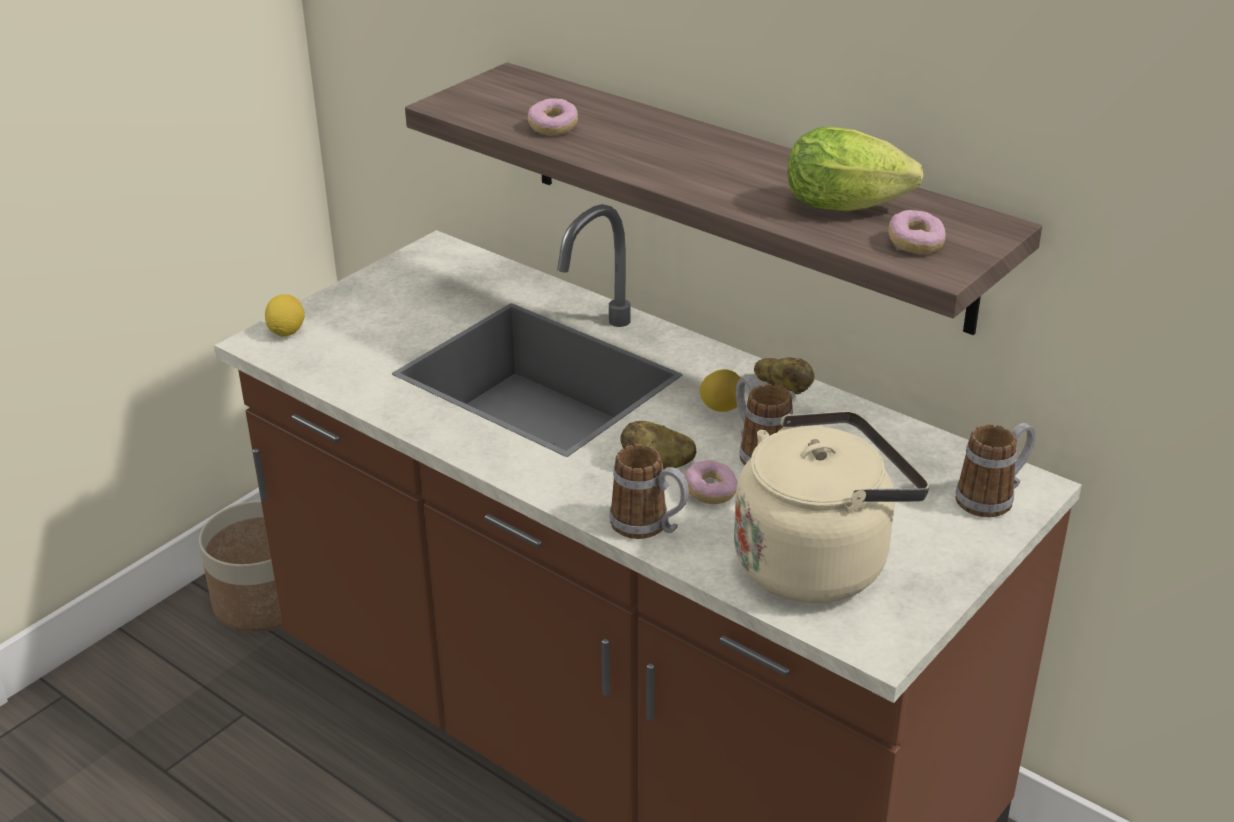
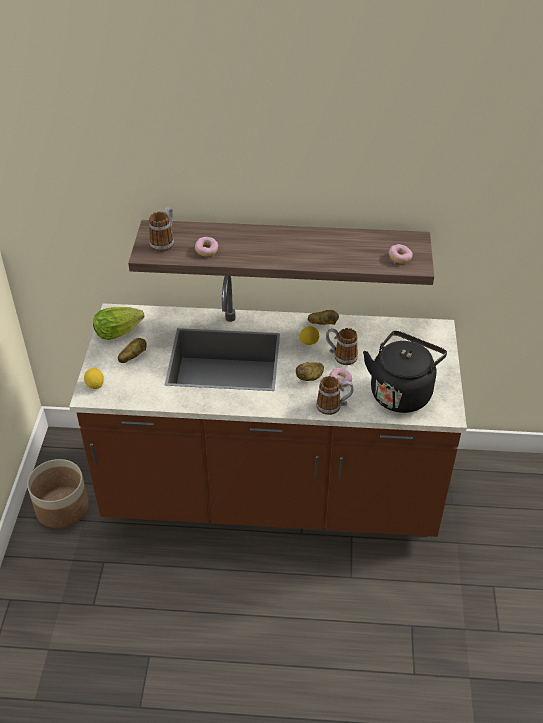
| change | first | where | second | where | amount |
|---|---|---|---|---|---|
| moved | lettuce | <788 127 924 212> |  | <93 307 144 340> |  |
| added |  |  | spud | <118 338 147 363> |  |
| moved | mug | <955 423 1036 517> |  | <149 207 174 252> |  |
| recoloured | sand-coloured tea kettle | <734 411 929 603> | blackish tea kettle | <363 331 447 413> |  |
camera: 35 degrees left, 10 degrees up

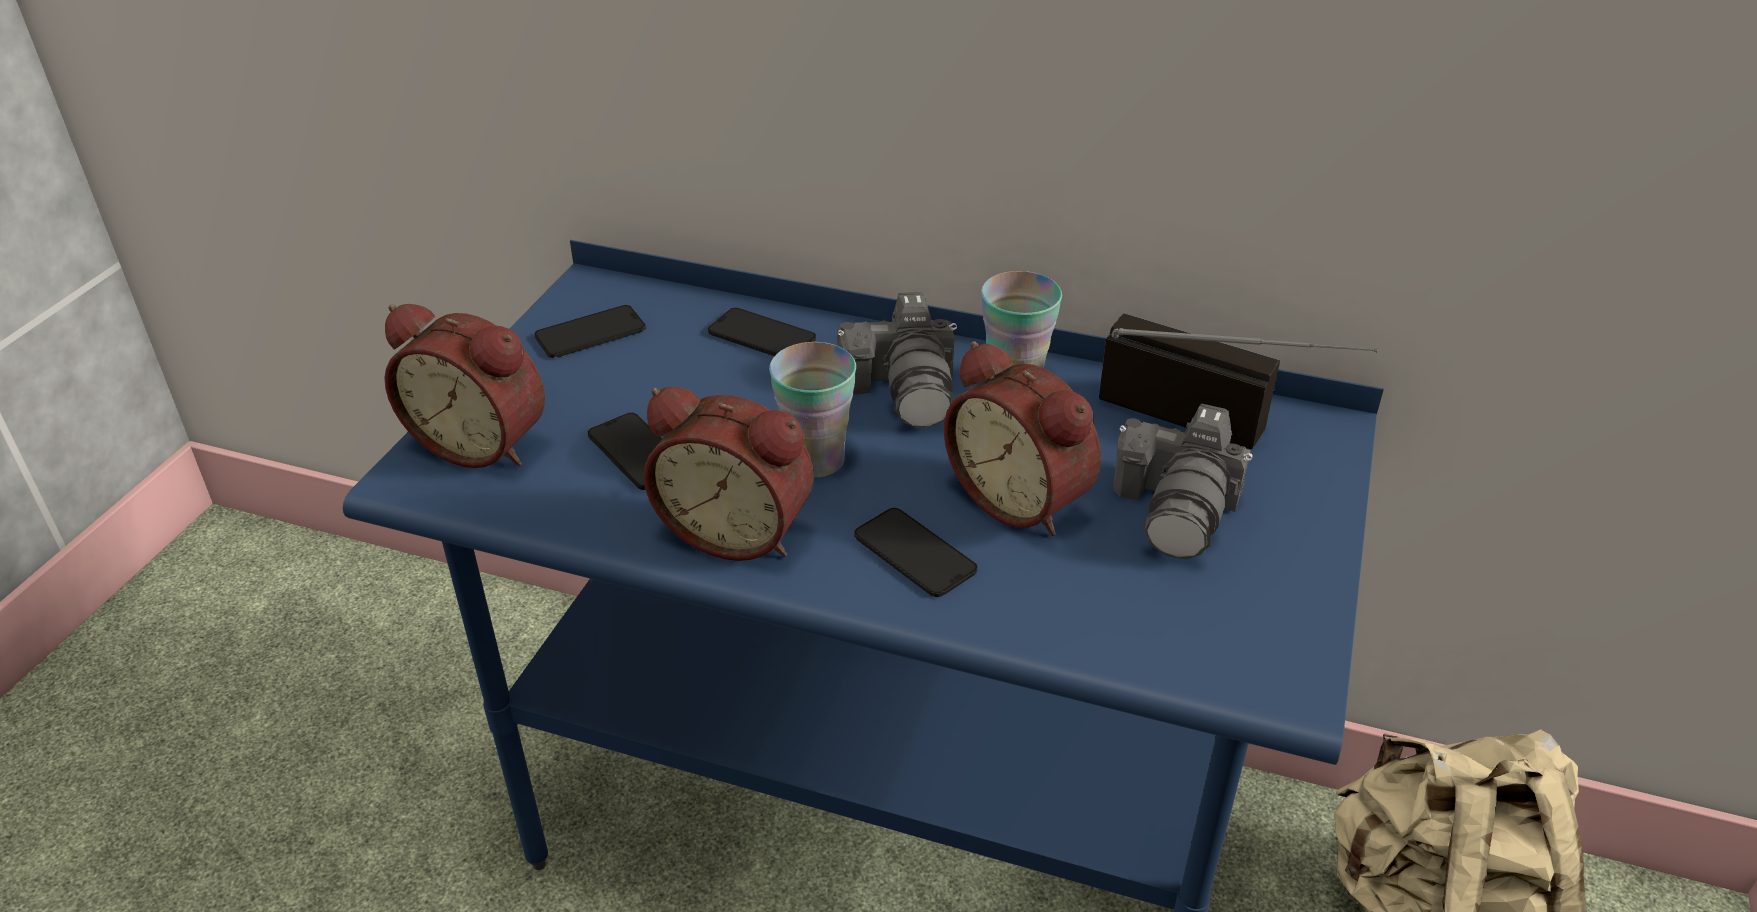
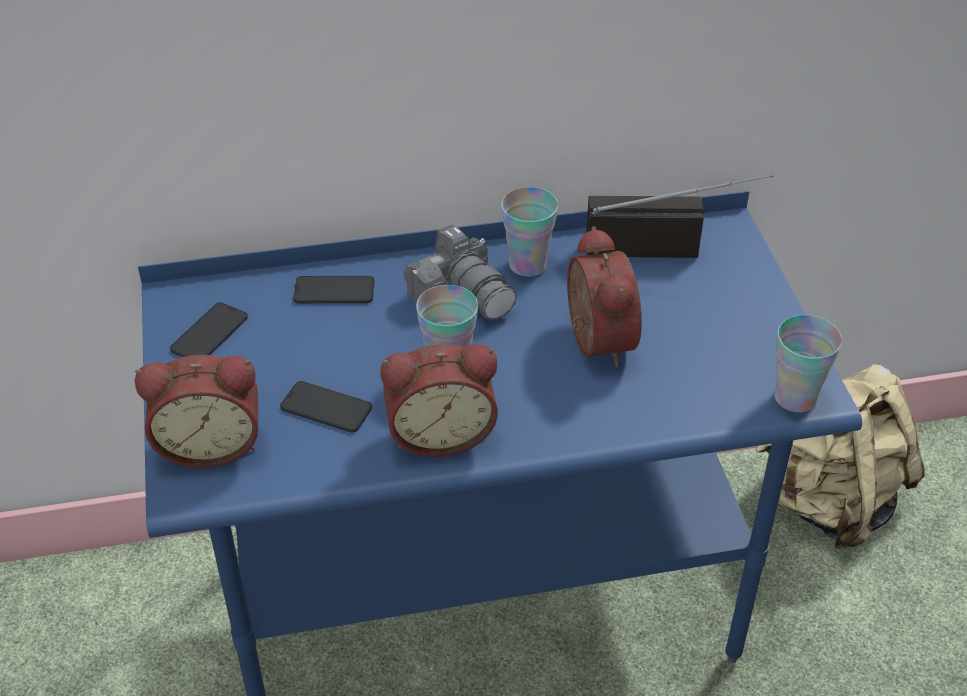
| change | first | where | second | where | amount |
|---|---|---|---|---|---|
| turned | bedside clock | <944 341 1101 536> |  | <567 226 642 367> | 120 degrees counterclockwise |
| added |  |  | cup | <774 315 842 412> |  |
| removed | handset | <854 508 977 597> |  |  |  |
| removed | photo camera | <1114 404 1253 559> |  |  |  |
camera: 30 degrees left, 5 degrees up

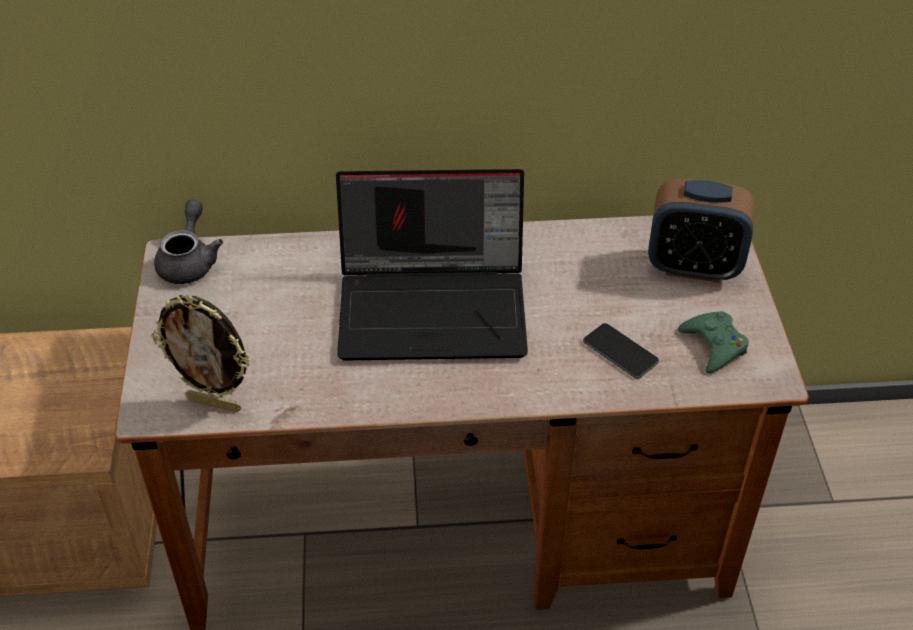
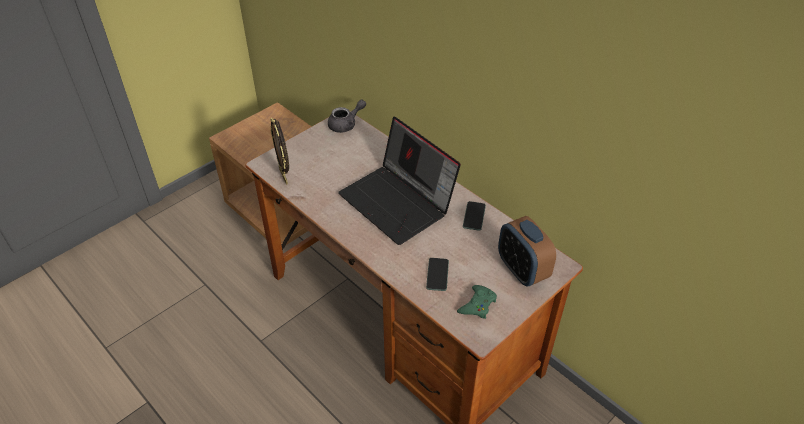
| change | first | where | second | where | amount |
|---|---|---|---|---|---|
| added |  |  | handset | <463 201 486 231> |  |
camera: 50 degrees right, 0 degrees up

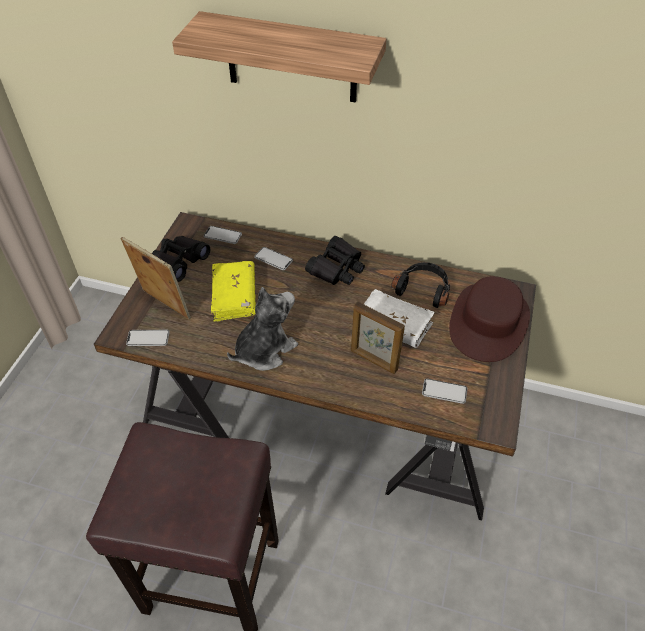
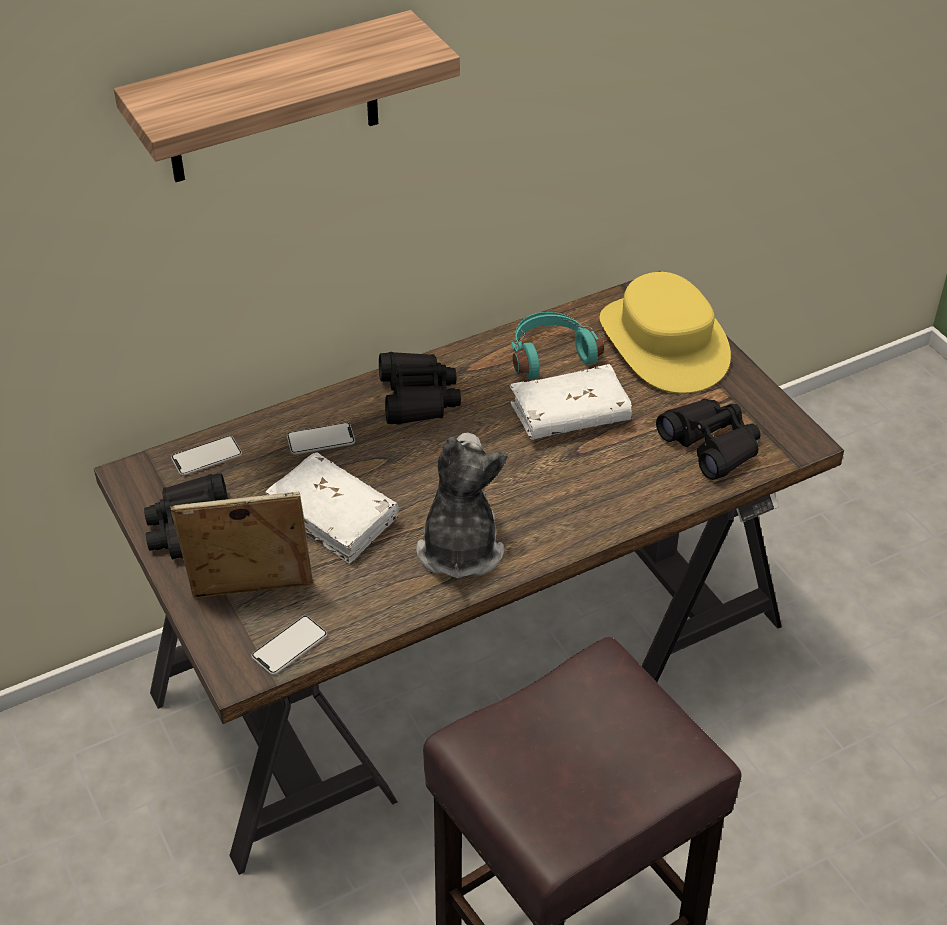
| change | first | where | second | where | amount |
|---|---|---|---|---|---|
| recoloured | yellowish volume | <211 261 256 322> | white volume | <265 452 399 564> |  |
| recoloured | blackish pair of headphones | <391 262 450 308> | turquoise-coloured pair of headphones | <511 312 604 379> |  |
| recoloured | brown wearable hat | <449 276 530 362> | yellowish wearable hat | <600 272 731 394> |  |
| replaced | handset | <422 379 467 404> | blackish binoculars | <656 399 760 480> |  |
| removed | standing frame | <351 301 405 374> |  |  |  |
camera: 45 degrees left, 5 degrees down

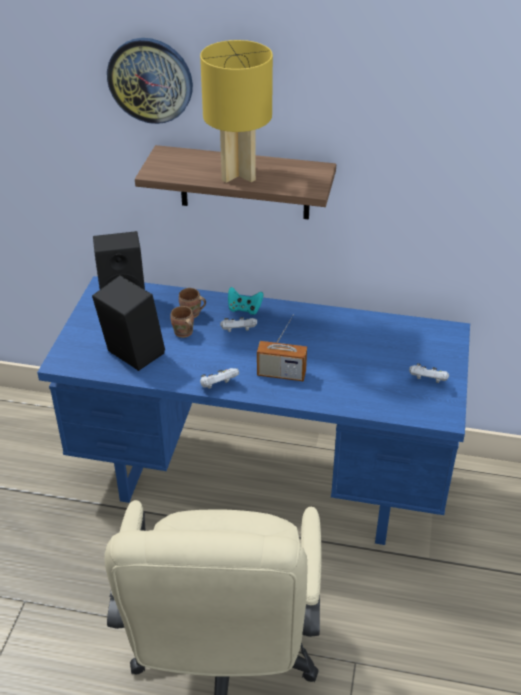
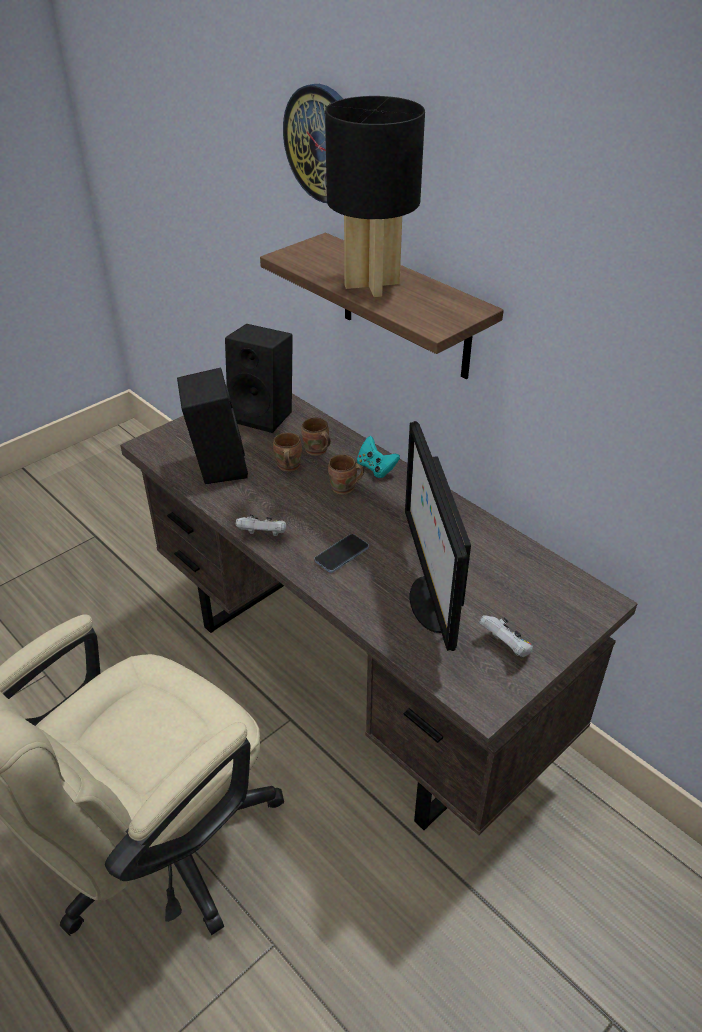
| change | first | where | second | where | amount |
|---|---|---|---|---|---|
| recoloured | bluish desk unit | <37 276 470 545> | brown desk unit | <120 393 638 835> |  |
| replaced | radio receiver | <257 314 307 381> | handset | <314 534 369 573> |  |
| recoloured | yellowish table lamp | <200 40 273 183> | blackish table lamp | <325 96 425 297> |  |
| replaced | white gamepad | <220 317 257 332> | brown mug | <328 454 364 495> |  |
| added |  |  | computer screen | <405 421 471 651> |  |
camera: 35 degrees right, 0 degrees up

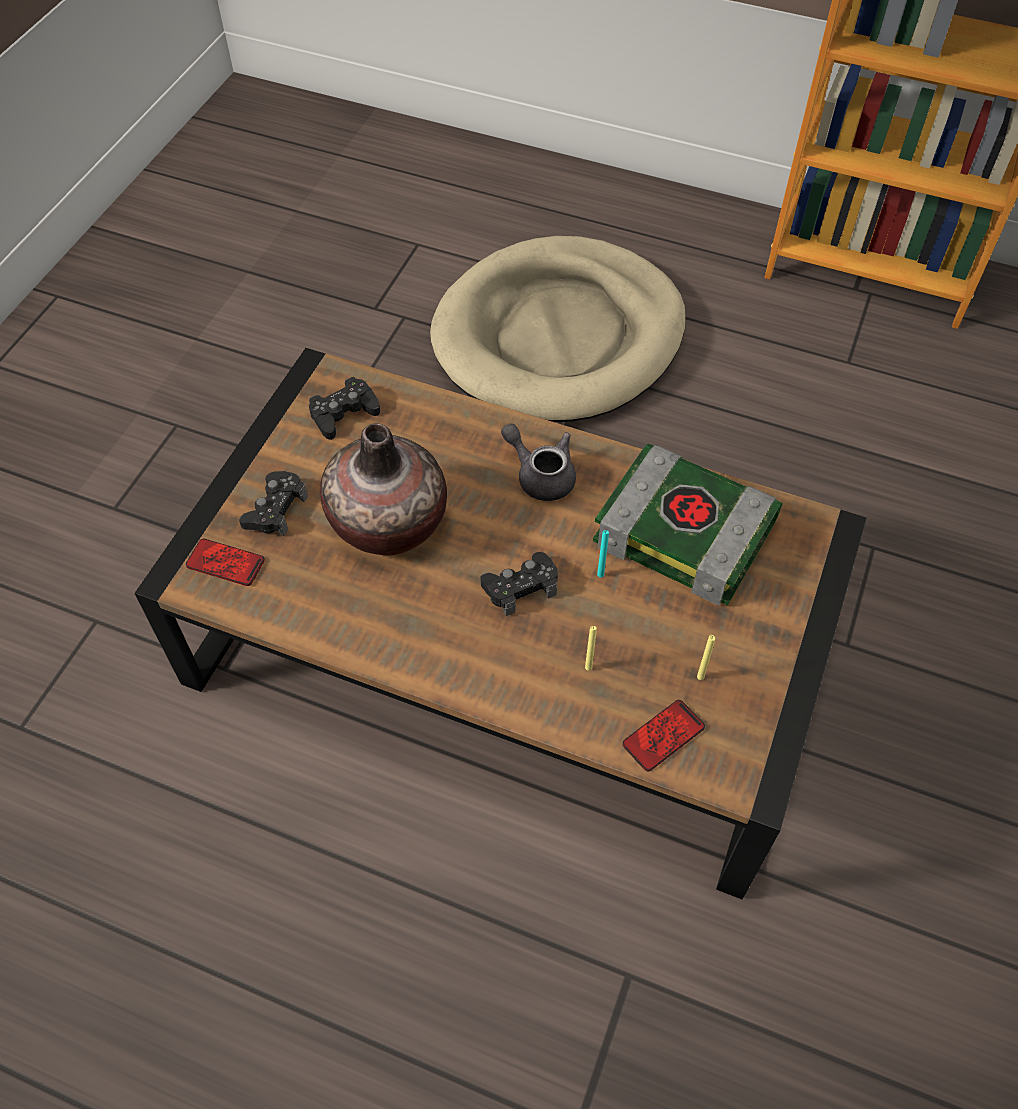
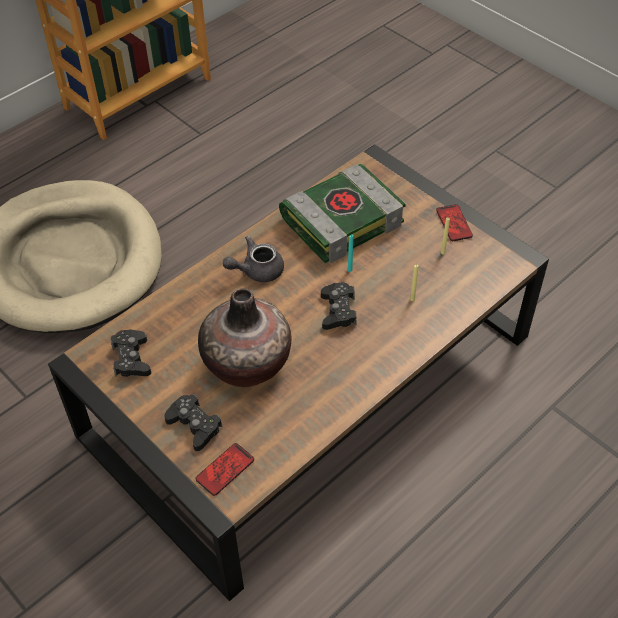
| change | first | where | second | where | amount |
|---|---|---|---|---|---|
| moved | handset | <622 700 705 771> |  | <436 204 473 241> |  |
camera: 65 degrees left, 5 degrees down

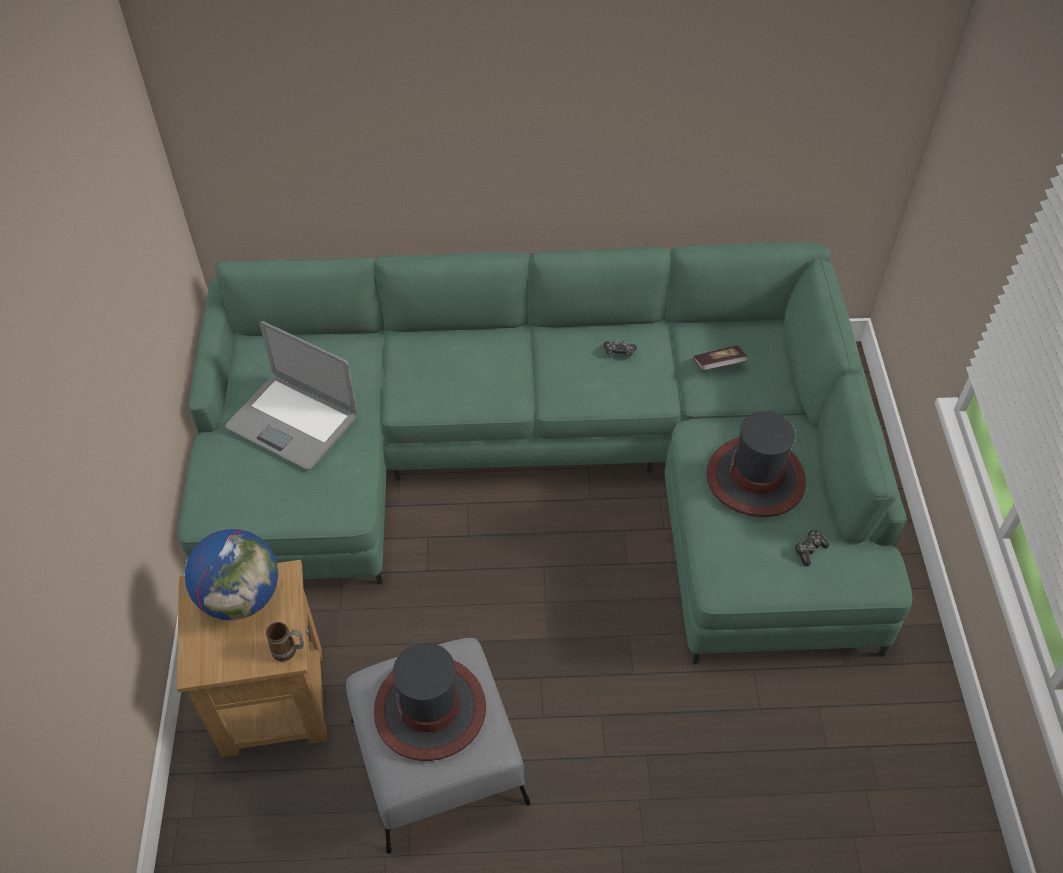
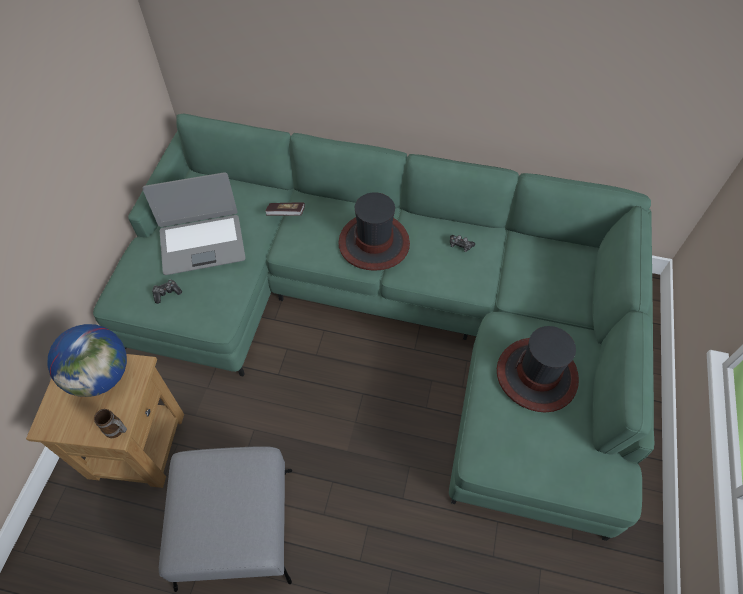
| change | first | where | second | where | amount |
|---|---|---|---|---|---|
| turned | notebook computer | <225 321 357 470> |  | <143 172 246 275> | 60 degrees counterclockwise |
| moved | gamepad | <795 530 830 566> |  | <152 279 182 304> |  |
| moved | volume | <694 345 748 371> |  | <265 203 305 216> |  |
| moved | wearable hat | <374 643 486 761> |  | <338 192 410 271> |  |
camera: 15 degrees right, 5 degrees up

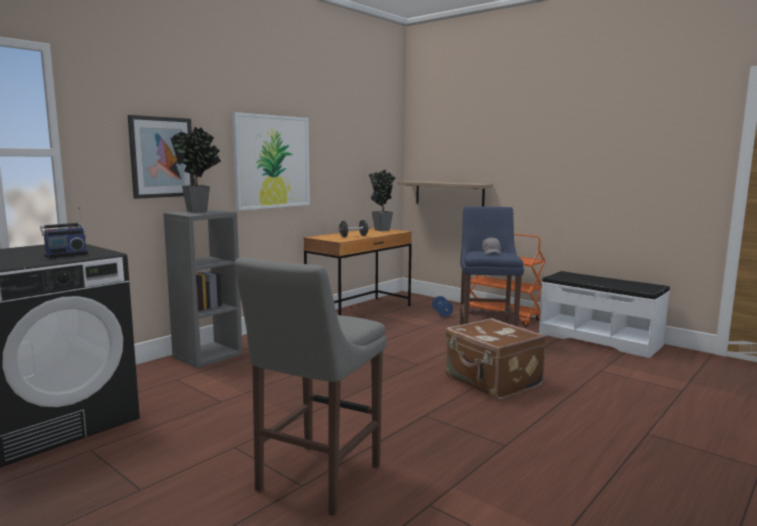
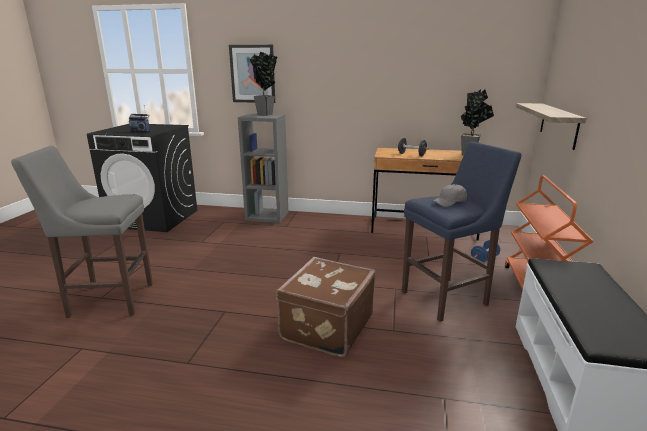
| change | first | where | second | where | amount |
|---|---|---|---|---|---|
| removed | wall art | <232 112 310 210> |  |  |  |
camera: 60 degrees right, 10 degrees up

